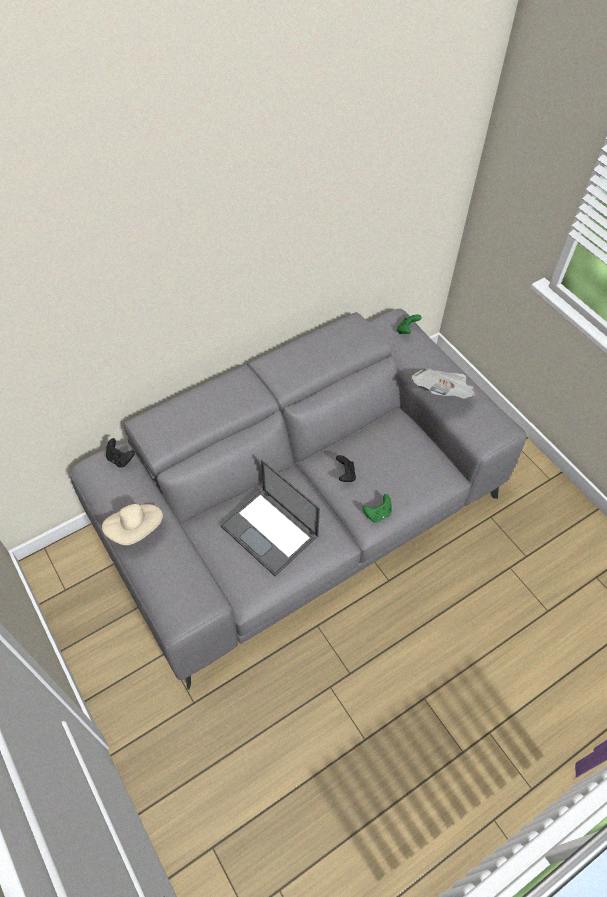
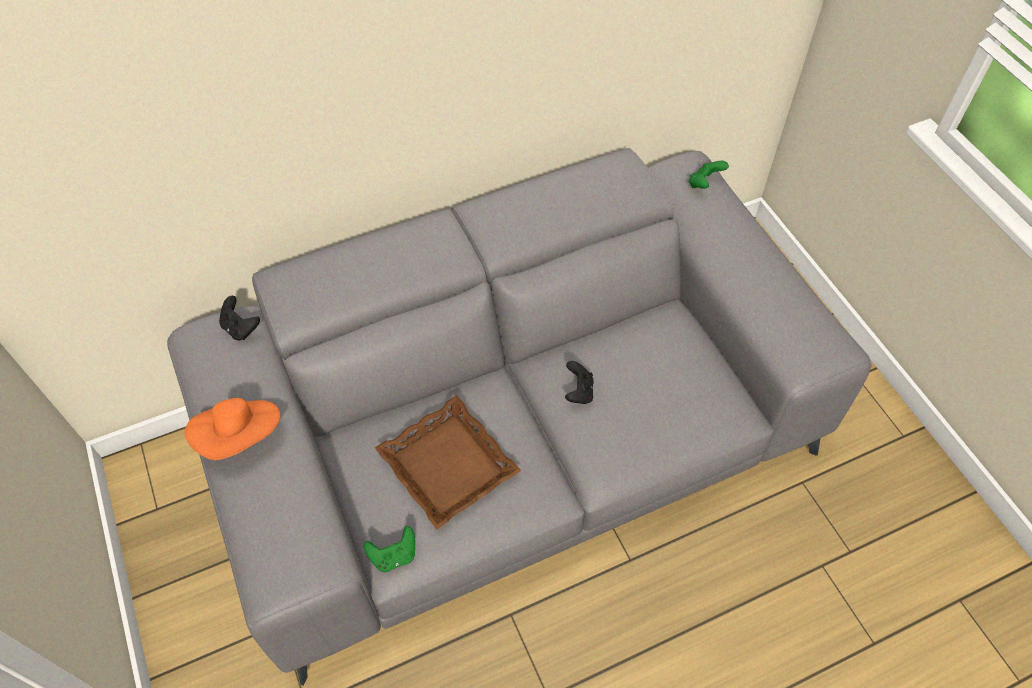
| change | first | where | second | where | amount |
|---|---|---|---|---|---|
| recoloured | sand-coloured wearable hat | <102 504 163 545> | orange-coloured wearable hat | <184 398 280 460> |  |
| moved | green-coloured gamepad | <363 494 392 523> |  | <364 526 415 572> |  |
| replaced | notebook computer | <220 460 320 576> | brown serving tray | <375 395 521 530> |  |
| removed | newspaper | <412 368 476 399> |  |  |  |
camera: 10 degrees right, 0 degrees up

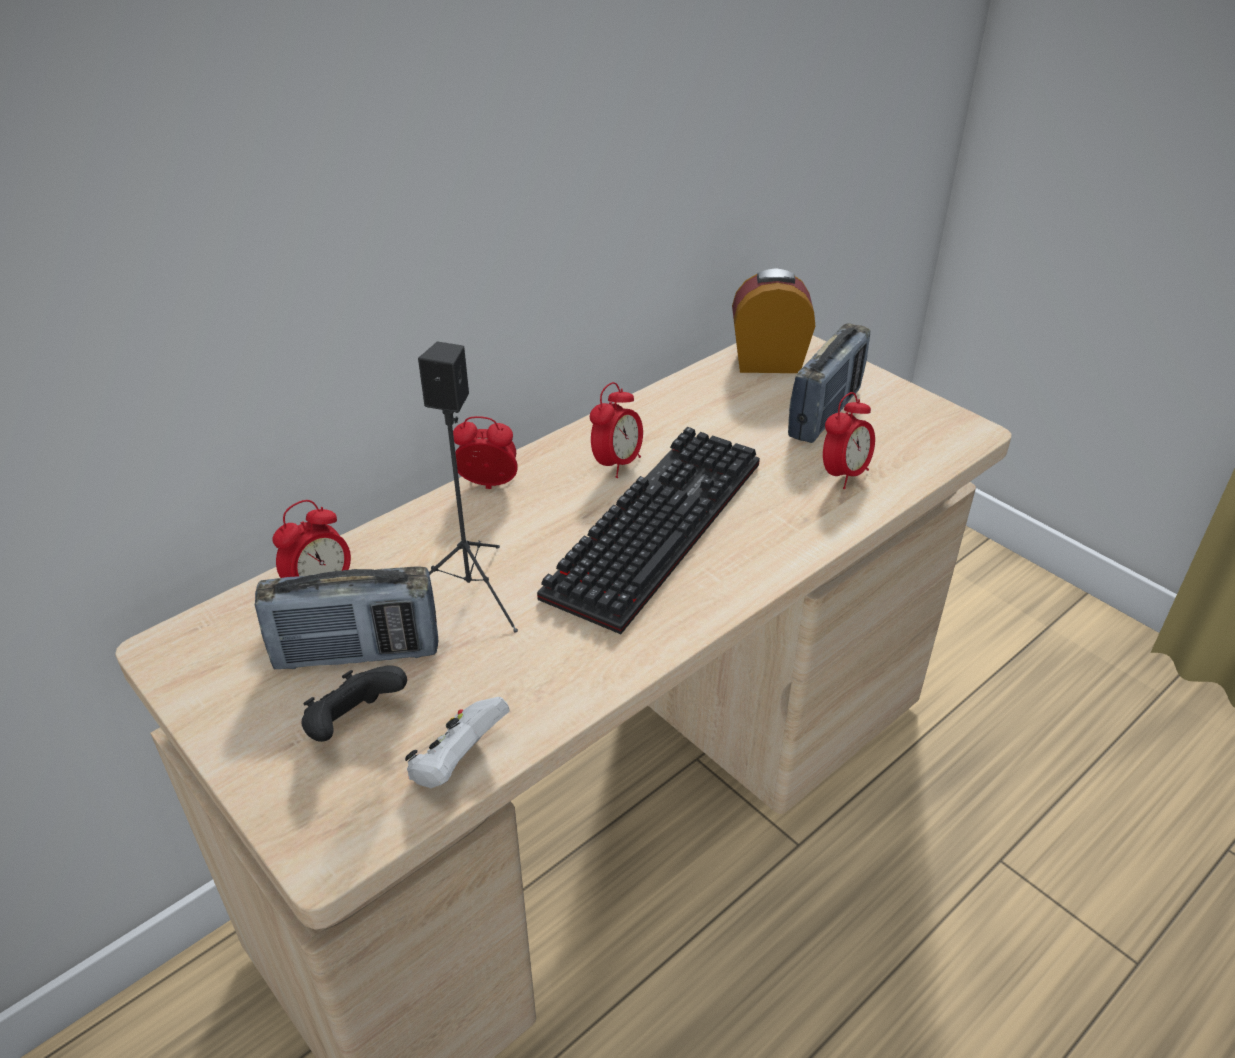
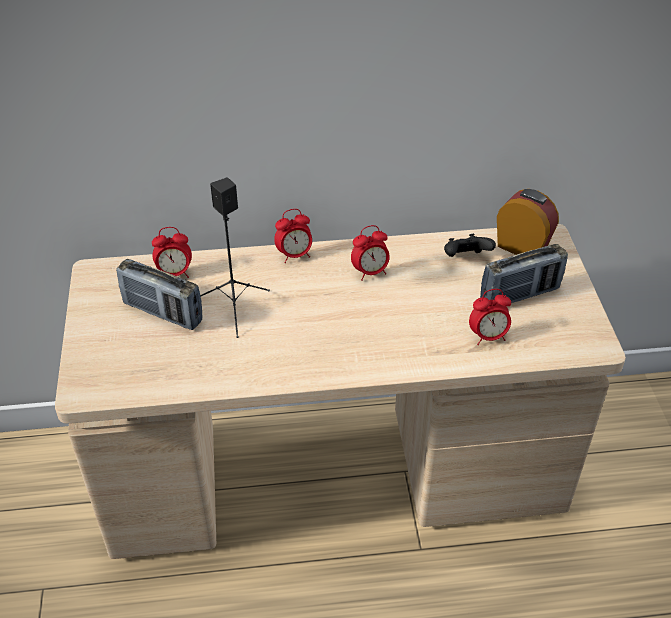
| change | first | where | second | where | amount |
|---|---|---|---|---|---|
| turned | bedside clock | <453 416 518 489> |  | <274 209 312 263> | 120 degrees clockwise |
| moved | blackish gamepad | <302 665 407 742> |  | <444 234 496 257> |  |
| removed | white gamepad | <405 697 510 788> |  |  |  |
| removed | computer keyboard | <537 426 760 634> |  |  |  |
camera: 35 degrees right, 5 degrees up

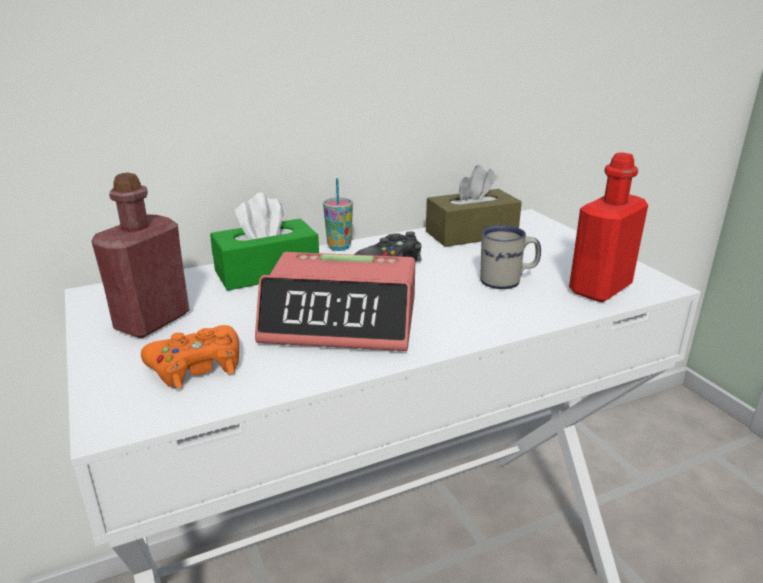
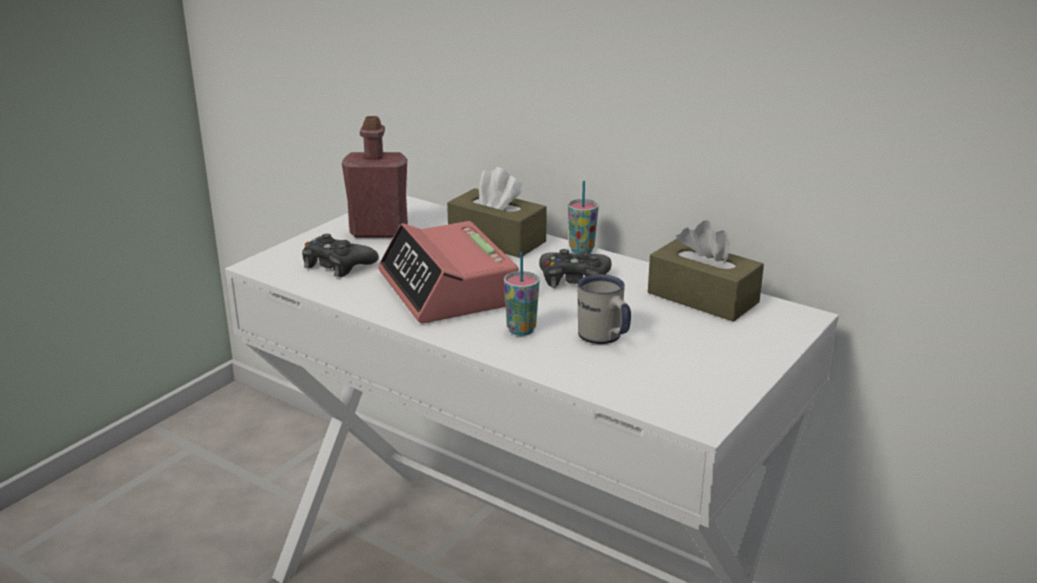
| change | first | where | second | where | amount |
|---|---|---|---|---|---|
| recoloured | orange-coloured gamepad | <141 325 239 389> | blackish gamepad | <302 234 379 277> |  |
| recoloured | green-coloured box of tissues | <210 193 319 290> | brown box of tissues | <447 167 547 258> |  |
| added |  |  | cup | <504 252 539 336> |  |
| removed | red bottle | <569 152 648 302> |  |  |  |
camera: 60 degrees right, 0 degrees up

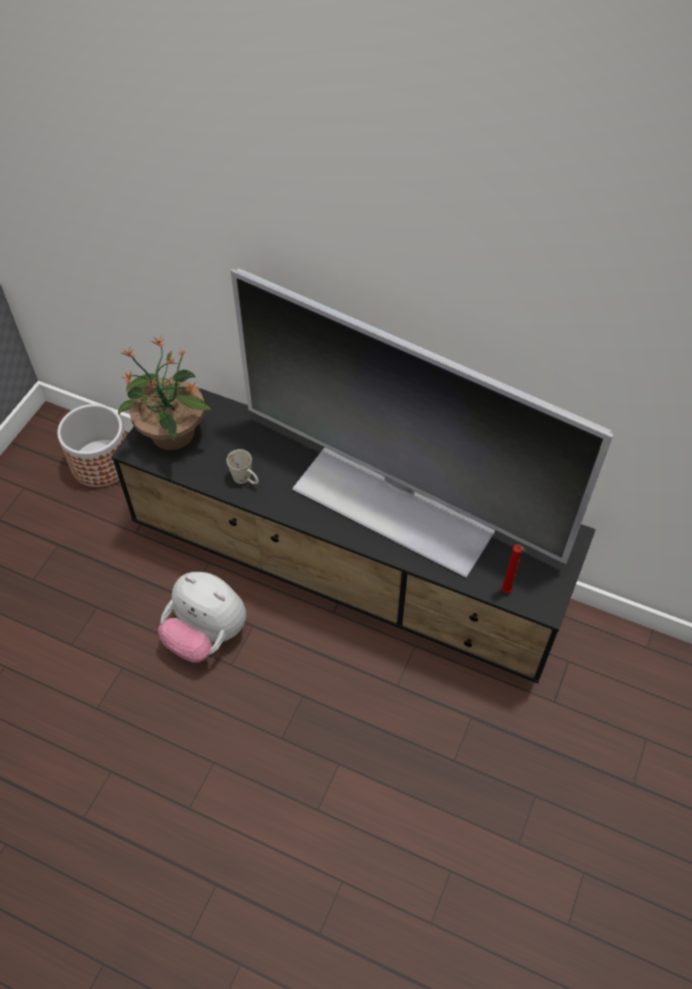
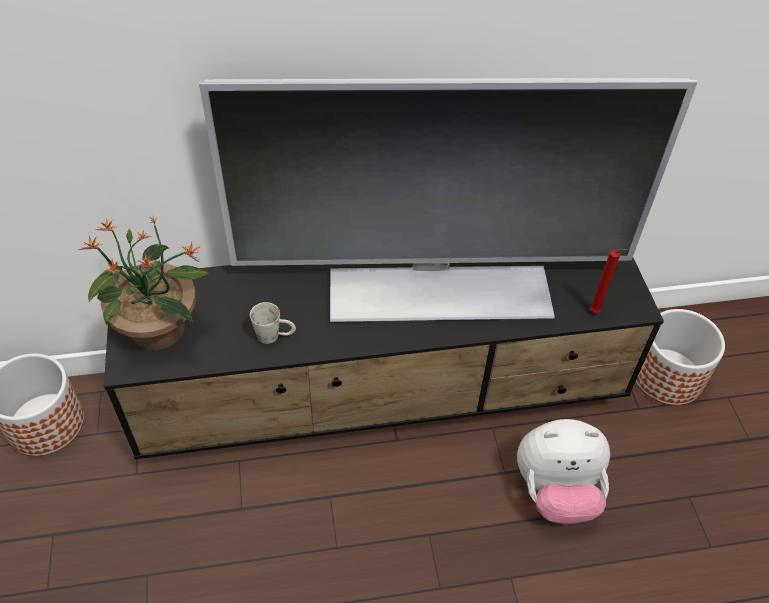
| change | first | where | second | where | amount |
|---|---|---|---|---|---|
| moved | cuddly toy | <158 572 246 663> |  | <517 419 610 524> |  |
| added |  |  | plant pot | <635 309 725 406> |  |
camera: 35 degrees left, 5 degrees down

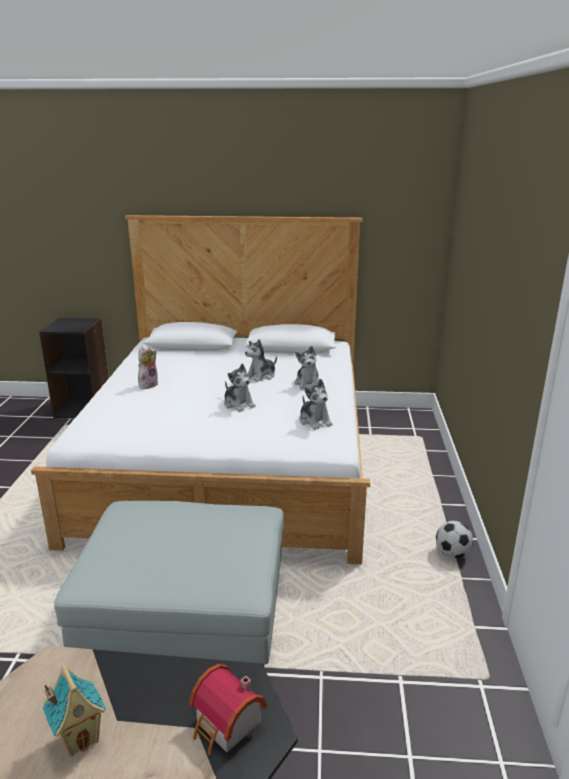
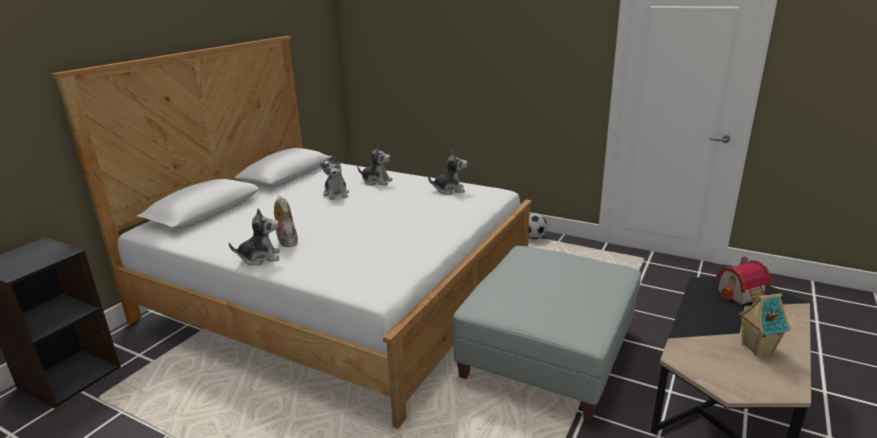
| change | first | where | second | where | amount |
|---|---|---|---|---|---|
| moved | cuddly toy | <224 364 256 412> |  | <229 208 280 265> |  |
camera: 65 degrees left, 0 degrees up

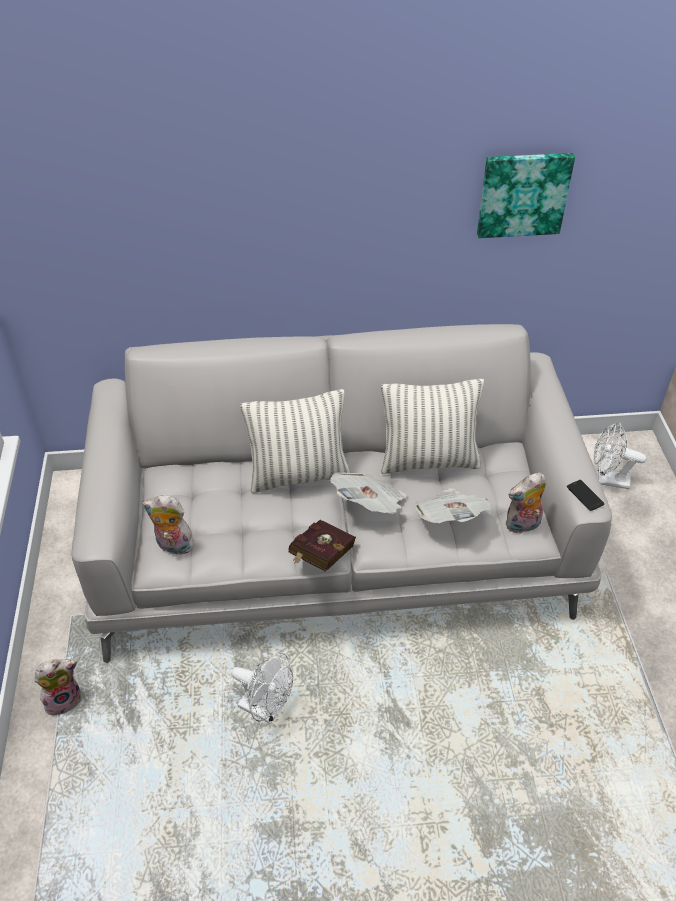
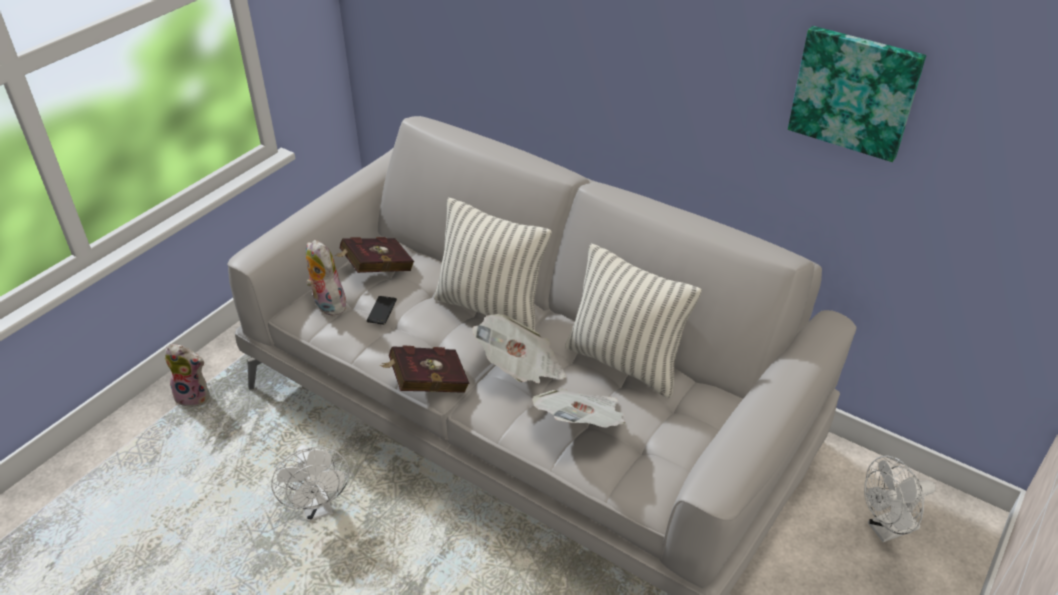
| change | first | where | second | where | amount |
|---|---|---|---|---|---|
| added |  |  | red volume | <334 237 414 273> |  |
| moved | handset | <567 480 604 511> |  | <367 296 397 325> |  |
| turned | white cooling fan | <594 422 647 489> |  | <864 455 936 542> | 75 degrees counterclockwise |
| removed | cuddly toy | <506 473 546 534> |  |  |  |
camera: 40 degrees right, 5 degrees down

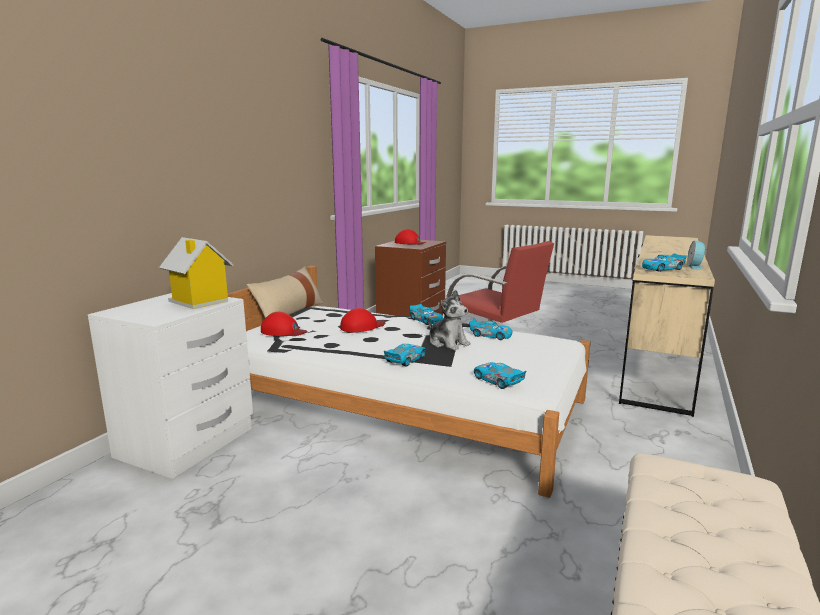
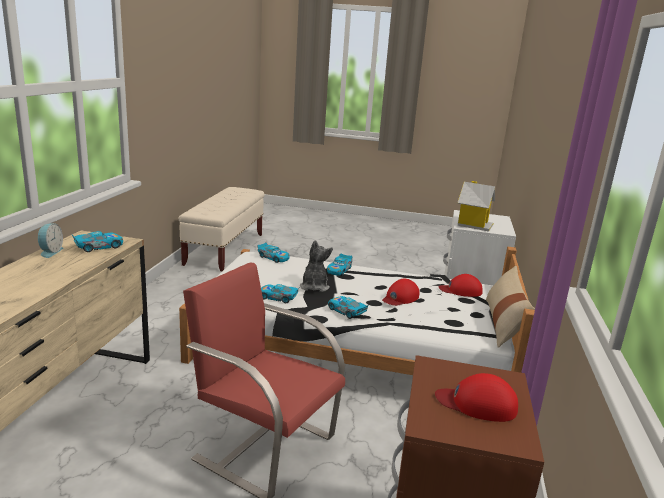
| change | first | where | second | where | amount |
|---|---|---|---|---|---|
| turned | cuddly toy | <428 290 471 350> |  | <300 240 333 292> | 60 degrees clockwise |
camera: 165 degrees right, 5 degrees up

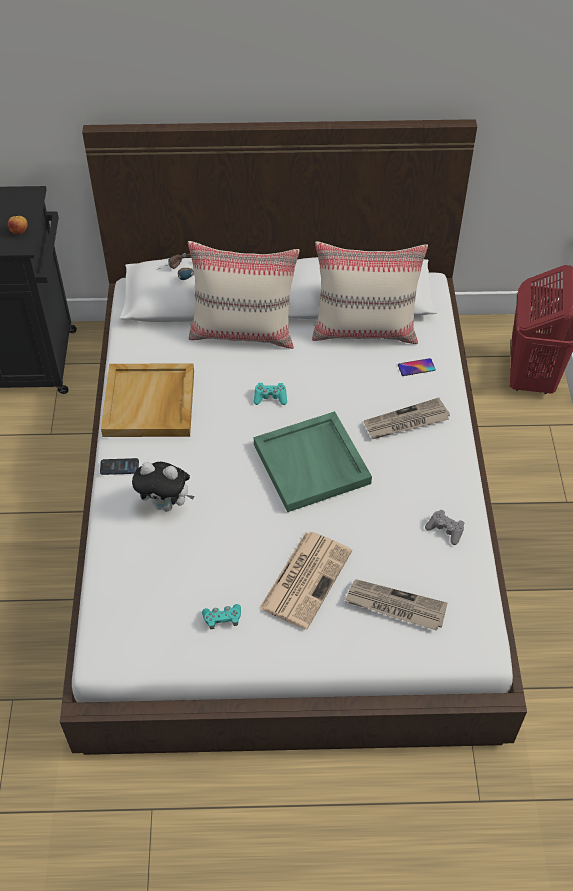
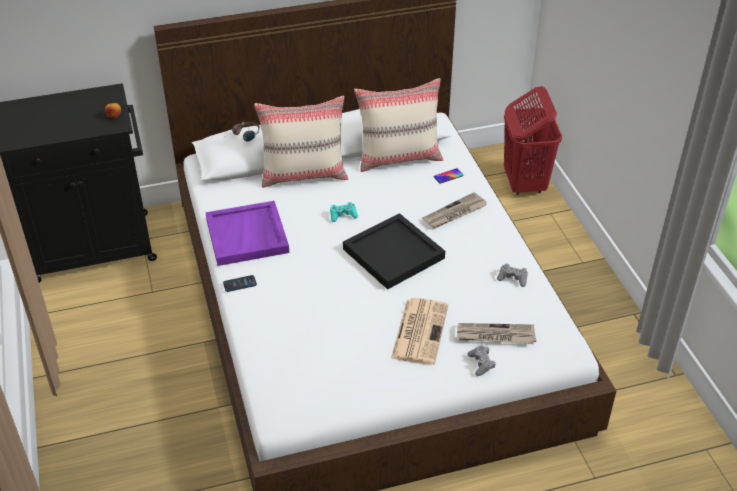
| change | first | where | second | where | amount |
|---|---|---|---|---|---|
| recoloured | sand-coloured serving tray | <101 363 194 437> | purple-coloured serving tray | <205 201 289 266> |  |
| recoloured | green-coloured serving tray | <254 411 372 512> | blackish serving tray | <343 213 445 289> |  |
| added |  |  | greyish gamepad | <468 345 495 376> |  |
| removed | cuddly toy | <132 462 195 512> |  |  |  |
| removed | turquoise-coloured gamepad | <202 604 241 629> |  |  |  |
camera: 15 degrees left, 10 degrees down

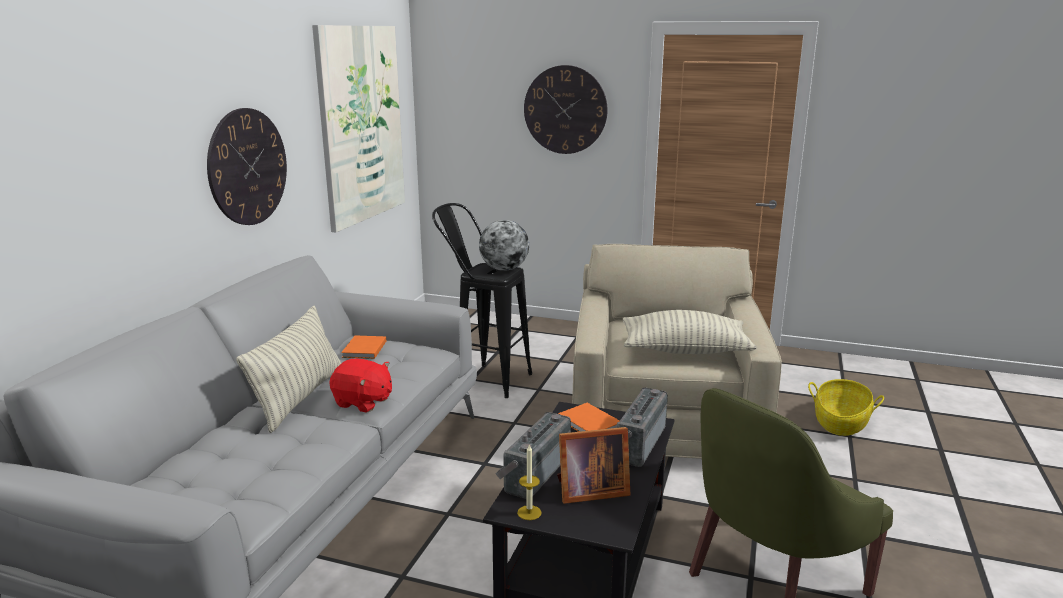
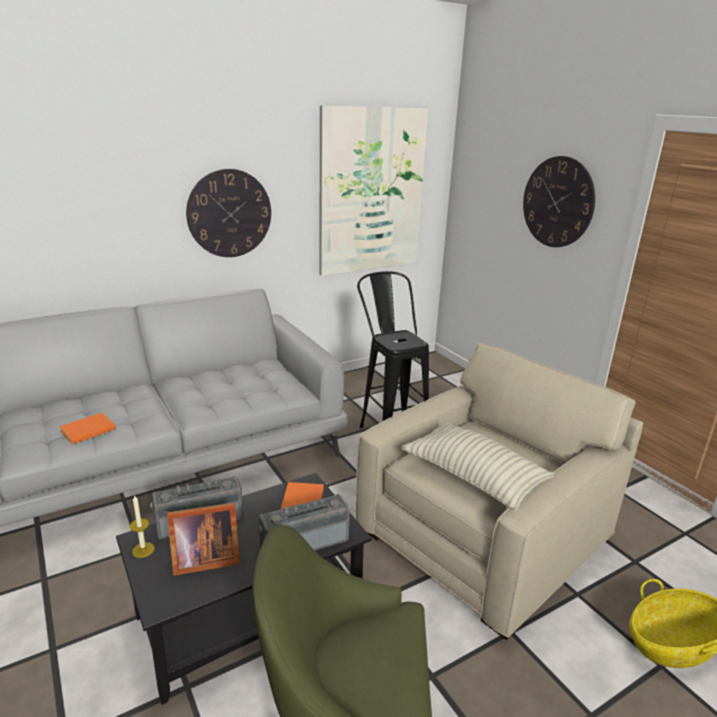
| change | first | where | second | where | amount |
|---|---|---|---|---|---|
| moved | orange-coloured volume | <341 336 386 359> |  | <59 413 116 445> |  |
| turned | standing frame | <557 427 630 504> |  | <167 503 240 576> | 45 degrees counterclockwise |
| removed | throw pillow | <236 306 341 433> |  |  |  |
| removed | red cuddly toy | <329 359 392 413> |  |  |  |
| removed | globe | <479 220 529 271> |  |  |  |
camera: 40 degrees right, 5 degrees up

